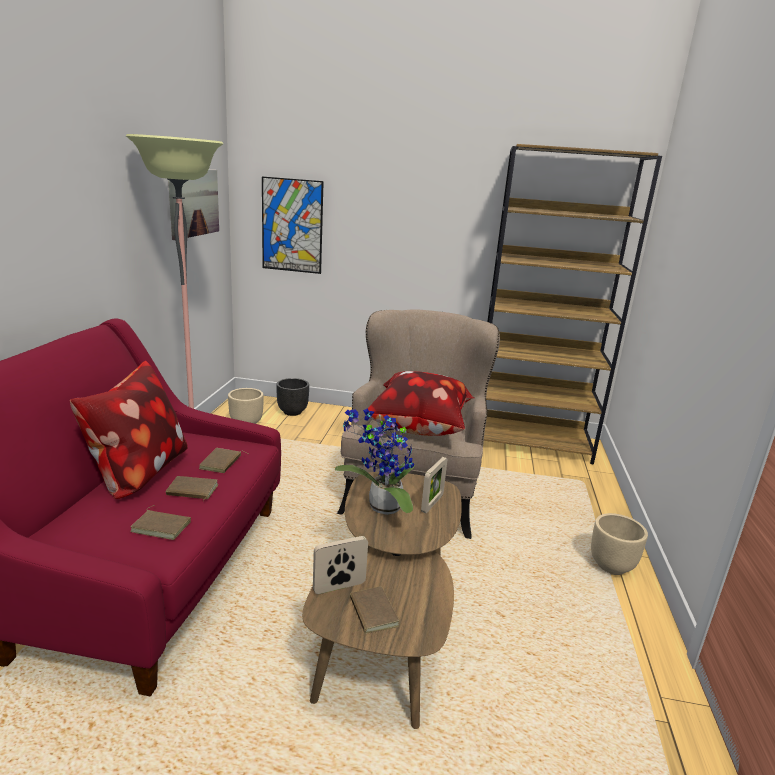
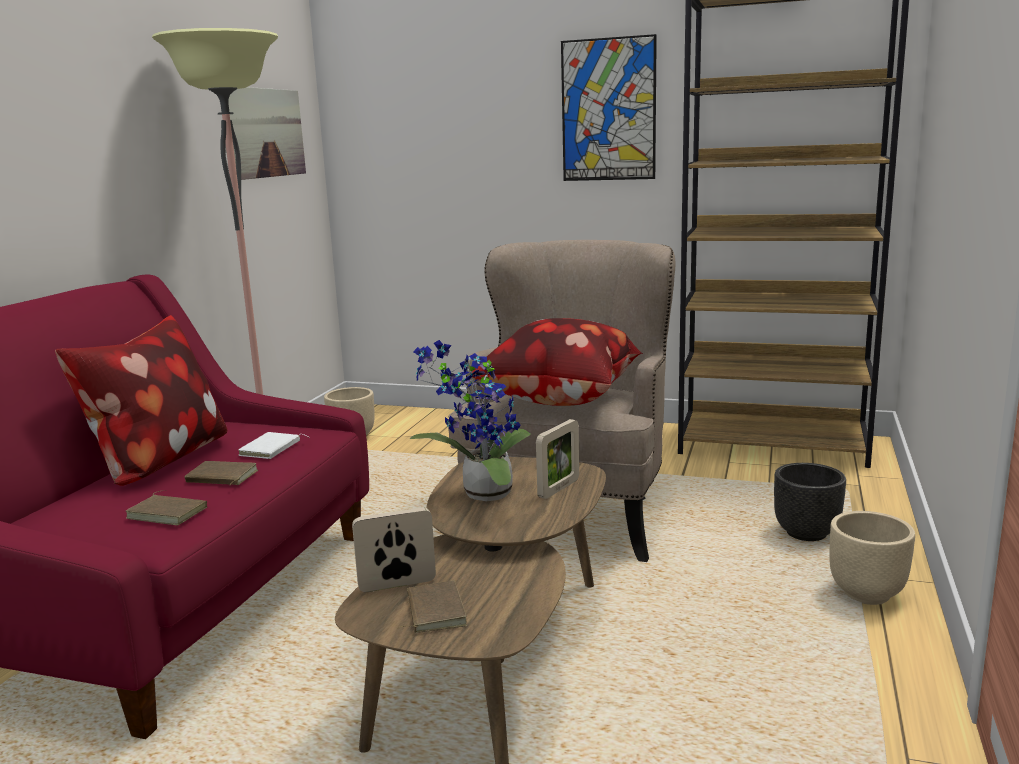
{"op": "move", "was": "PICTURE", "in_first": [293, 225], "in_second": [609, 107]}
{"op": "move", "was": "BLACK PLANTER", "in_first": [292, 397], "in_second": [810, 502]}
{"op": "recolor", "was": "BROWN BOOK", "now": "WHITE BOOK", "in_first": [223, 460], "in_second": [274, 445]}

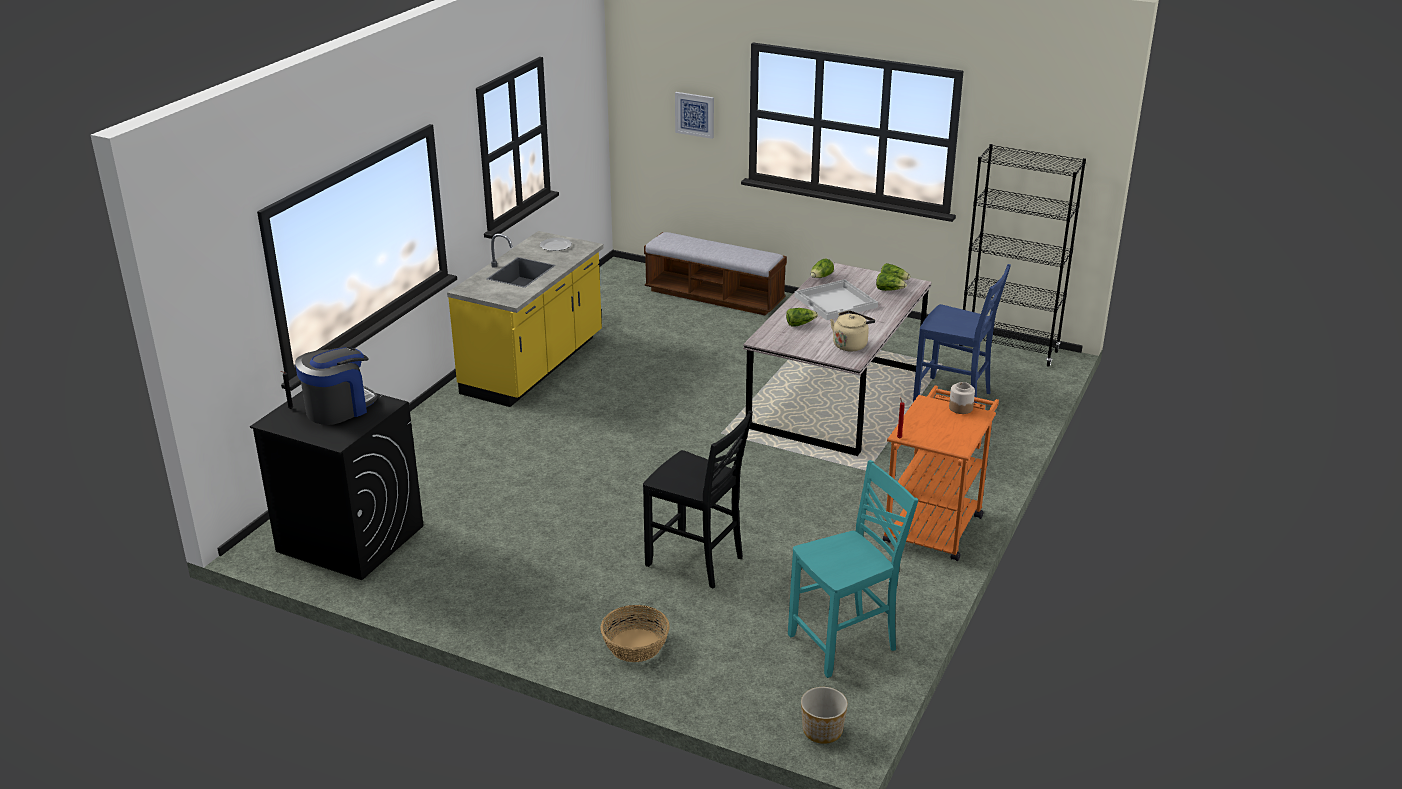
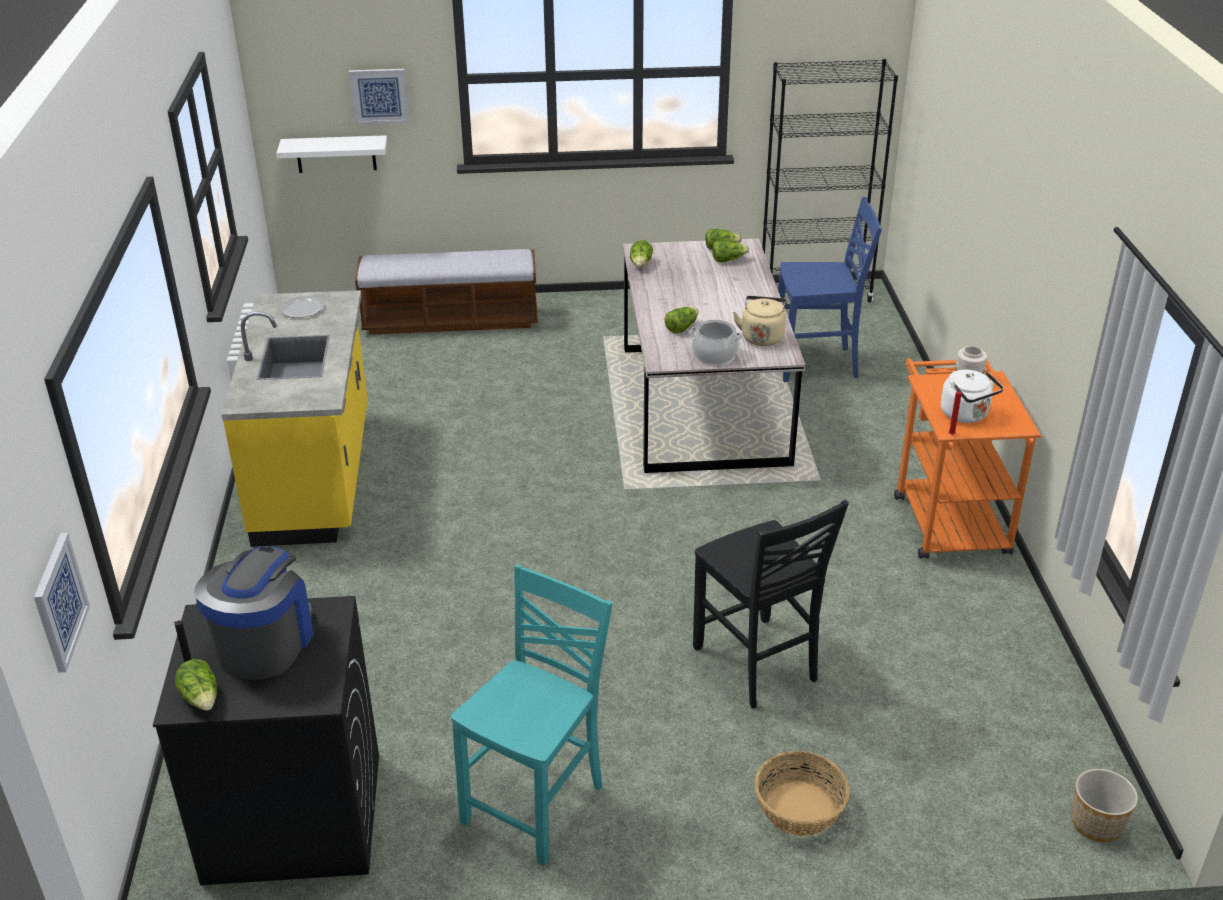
{"op": "delete", "was": "WHITE TRAY", "in_first": [836, 299]}
{"op": "insert", "now": "PICTURE", "in_second": [62, 603]}
{"op": "insert", "now": "LETTUCE", "in_second": [196, 685]}
{"op": "insert", "now": "WHITE SHELF", "in_second": [331, 154]}
{"op": "insert", "now": "COOKING POT", "in_second": [715, 342]}
{"op": "insert", "now": "WHITE KETTLE", "in_second": [972, 396]}
{"op": "move", "was": "TURQUOISE CHAIR", "in_first": [853, 569], "in_second": [532, 715]}
{"op": "rotate", "was": "BLACK CHAIR", "in_first": [698, 500], "in_second": [771, 604], "clockwise": 60}

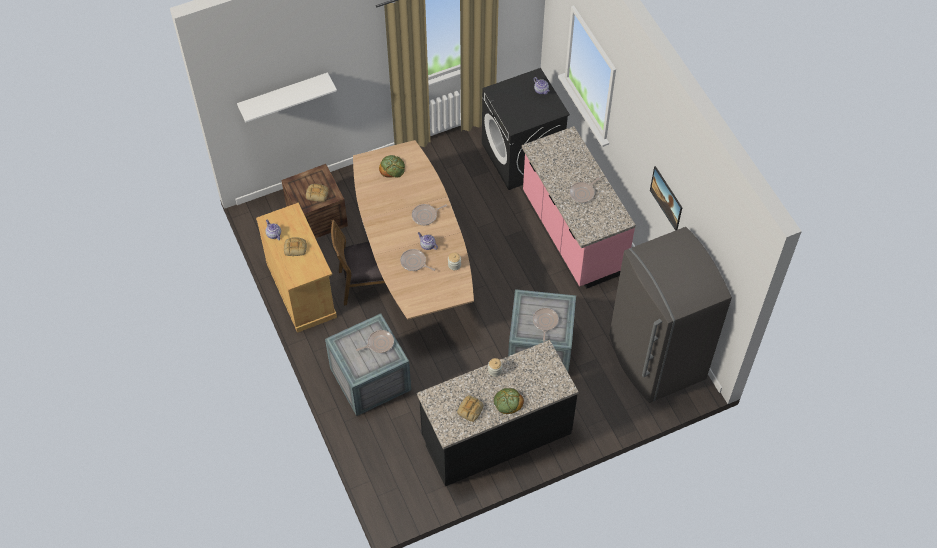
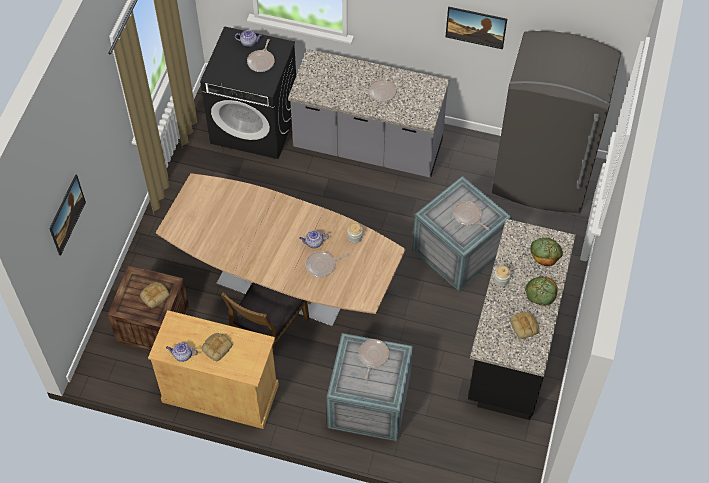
{"op": "move", "was": "BREAD", "in_first": [392, 166], "in_second": [547, 251]}
{"op": "move", "was": "FRYING PAN", "in_first": [429, 214], "in_second": [261, 55]}
{"op": "replace", "was": "WHITE SHELF", "now": "PICTURE", "in_first": [287, 97], "in_second": [67, 214]}
{"op": "recolor", "was": "PINK COUNTER", "now": "GREY COUNTER", "in_first": [579, 207], "in_second": [368, 113]}

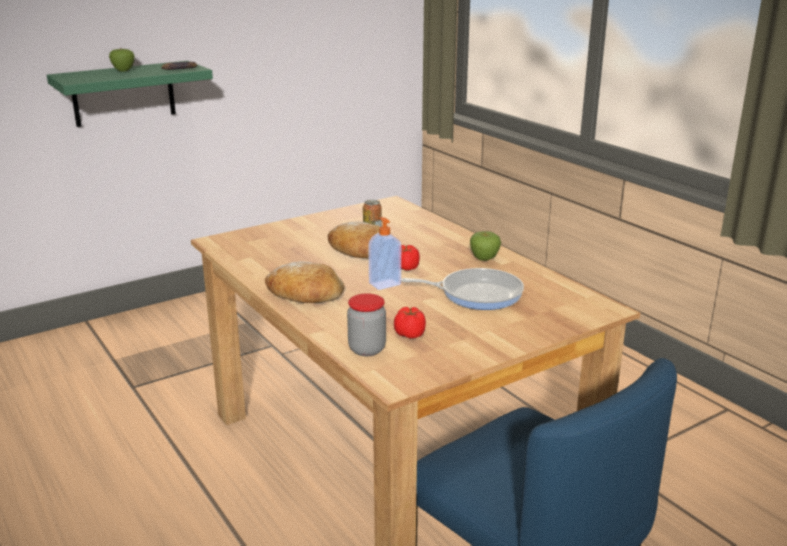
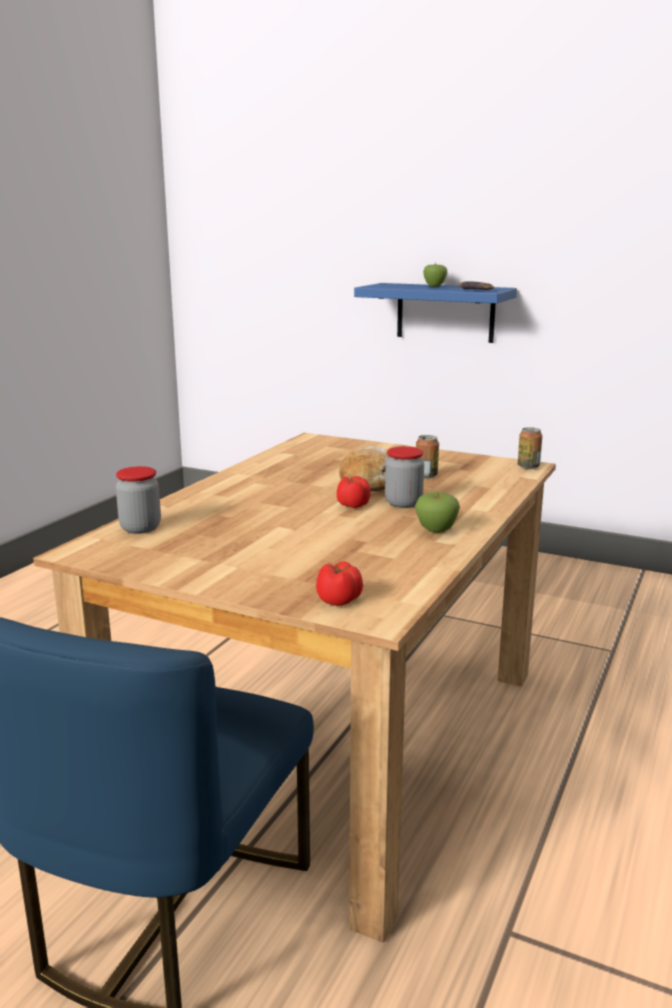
{"op": "delete", "was": "BREAD", "in_first": [304, 282]}
{"op": "delete", "was": "SOAP DISPENSER", "in_first": [384, 253]}
{"op": "delete", "was": "FRYING PAN", "in_first": [462, 289]}
{"op": "insert", "now": "JAR", "in_second": [404, 477]}
{"op": "insert", "now": "CAN", "in_second": [530, 448]}
{"op": "move", "was": "TOMATO", "in_first": [410, 323], "in_second": [339, 583]}
{"op": "recolor", "was": "GREEN SHELF", "now": "BLUE SHELF", "in_first": [130, 94], "in_second": [435, 313]}

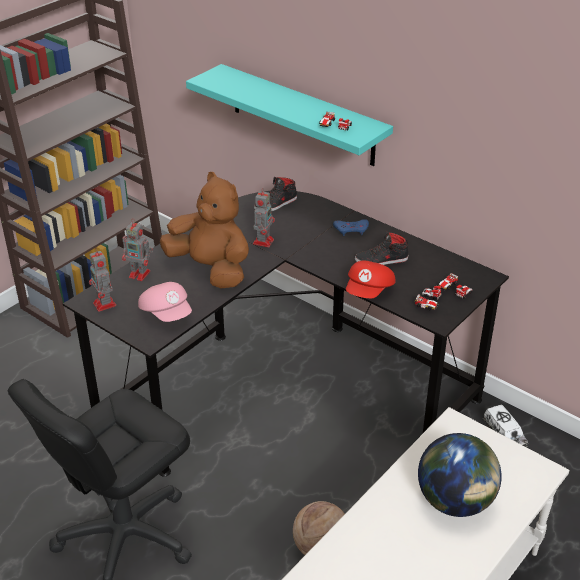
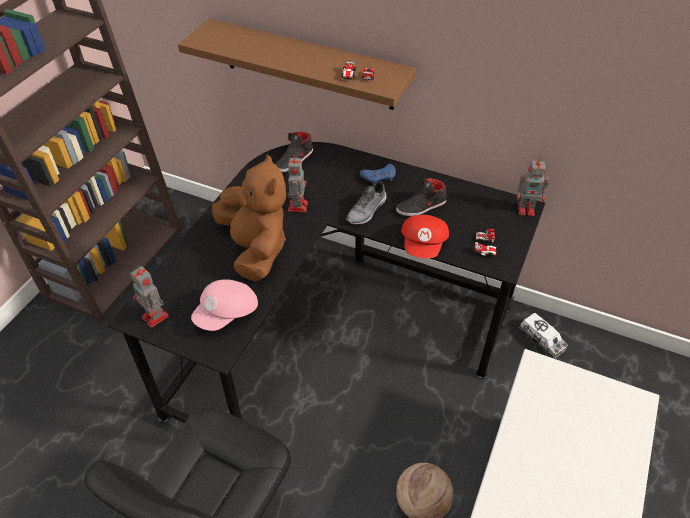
{"op": "delete", "was": "GLOBE", "in_first": [460, 475]}
{"op": "delete", "was": "TOY CAR", "in_first": [456, 286]}
{"op": "insert", "now": "GREY SHOE", "in_second": [366, 203]}
{"op": "move", "was": "TOY ROBOT", "in_first": [137, 250], "in_second": [533, 186]}
{"op": "recolor", "was": "TURQUOISE SHELF", "now": "BROWN SHELF", "in_first": [289, 115], "in_second": [297, 64]}
{"op": "rotate", "was": "PINK CAP", "in_first": [165, 302], "in_second": [224, 305], "clockwise": 90}
{"op": "rotate", "was": "BROWN PLUSH TOY", "in_first": [204, 230], "in_second": [249, 217], "clockwise": 45}

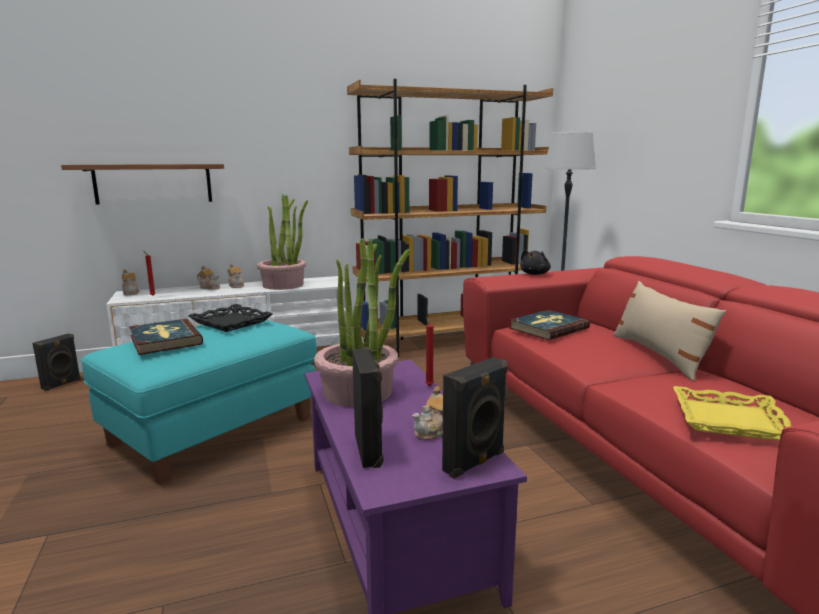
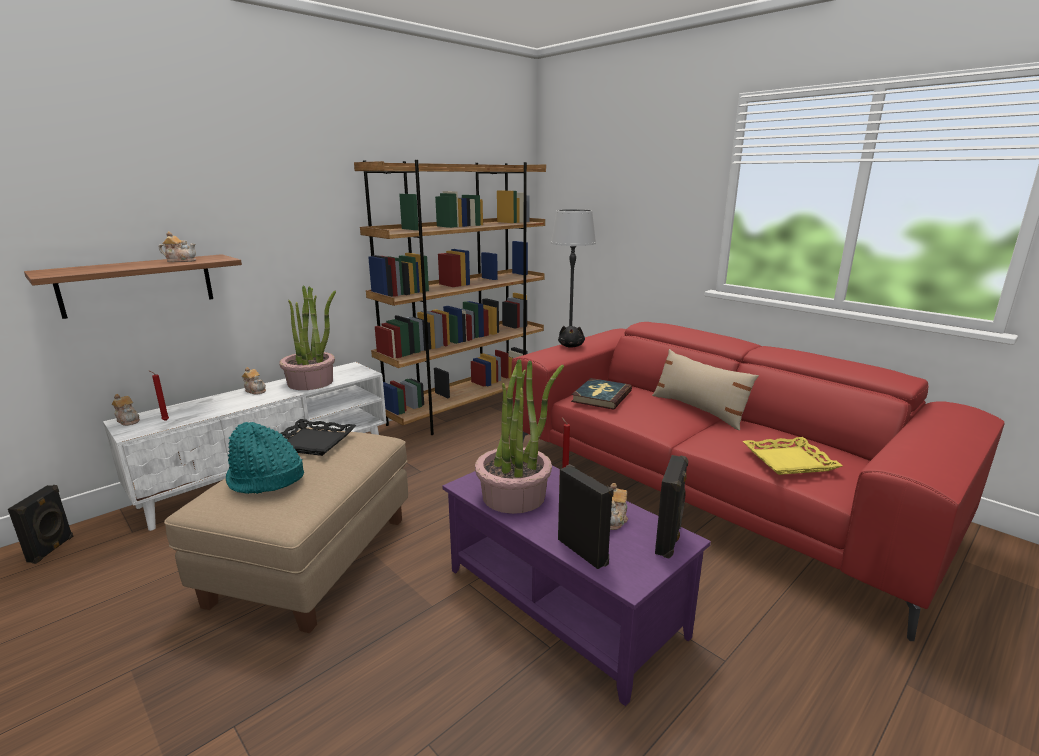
{"op": "move", "was": "TEAPOT", "in_first": [208, 277], "in_second": [177, 246]}
{"op": "replace", "was": "BOOK", "now": "TURQUOISE HAT", "in_first": [166, 337], "in_second": [265, 458]}
{"op": "recolor", "was": "TURQUOISE OTTOMAN", "now": "BEIGE OTTOMAN", "in_first": [198, 400], "in_second": [286, 530]}

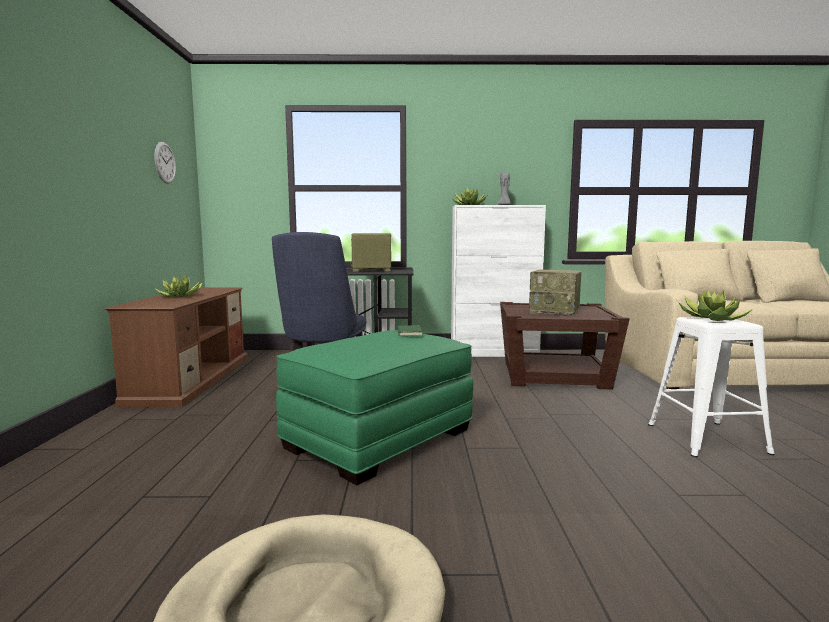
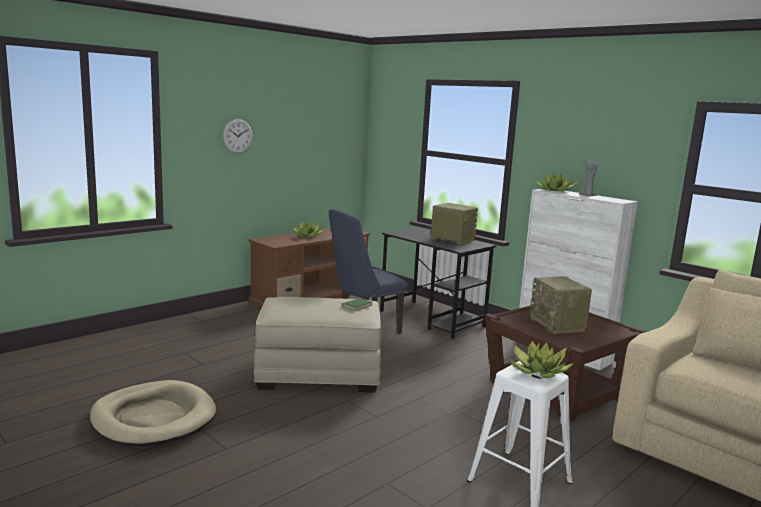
{"op": "move", "was": "WALL CLOCK", "in_first": [165, 163], "in_second": [238, 136]}
{"op": "recolor", "was": "GREEN OTTOMAN", "now": "BEIGE OTTOMAN", "in_first": [374, 407], "in_second": [317, 345]}

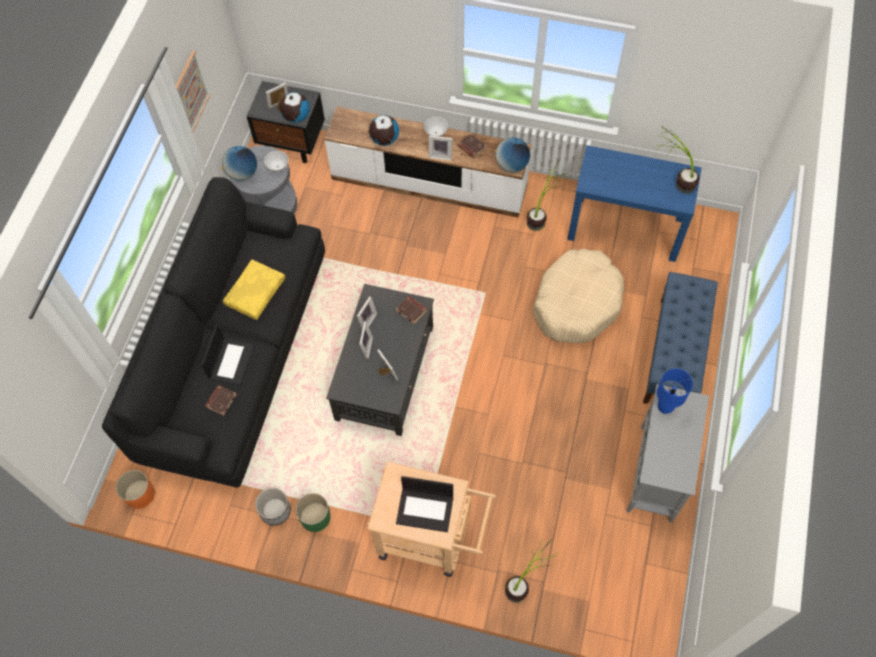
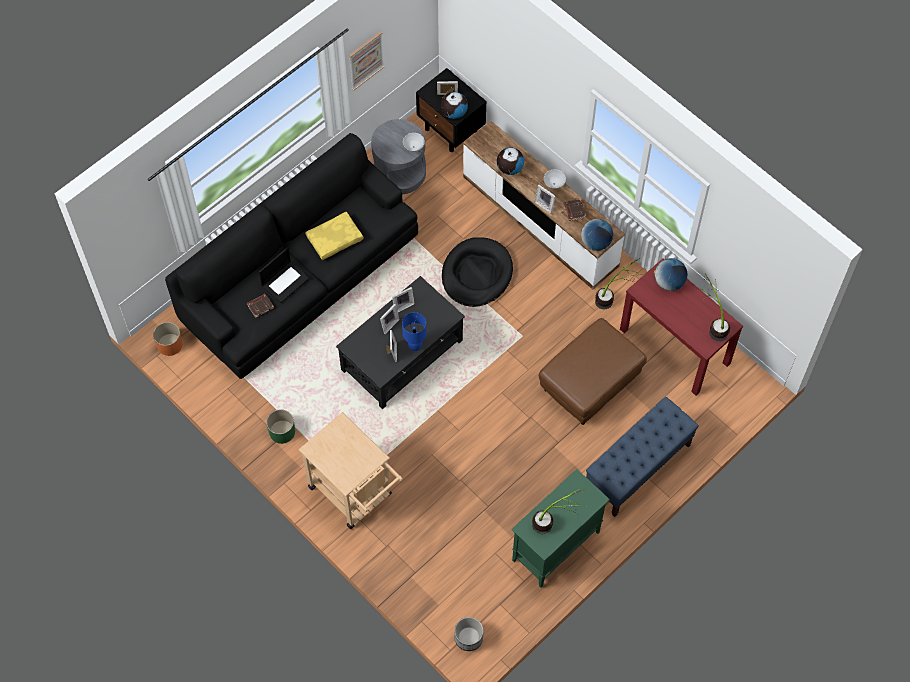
{"op": "delete", "was": "BROWN BOOK", "in_first": [411, 310]}
{"op": "delete", "was": "LAPTOP", "in_first": [424, 504]}
{"op": "insert", "now": "BLACK DOG BED", "in_second": [477, 272]}
{"op": "move", "was": "GLOBE", "in_first": [239, 163], "in_second": [671, 274]}
{"op": "move", "was": "PLANTER", "in_first": [273, 507], "in_second": [468, 634]}
{"op": "move", "was": "POTTED PLANT", "in_first": [531, 570], "in_second": [558, 511]}
{"op": "move", "was": "BLUE TABLE LAMP", "in_first": [675, 391], "in_second": [414, 331]}
{"op": "replace", "was": "BEIGE DOG BED", "now": "BROWN OTTOMAN", "in_first": [578, 295], "in_second": [593, 371]}
{"op": "recolor", "was": "BLUE CONSOLE TABLE", "now": "RED CONSOLE TABLE", "in_first": [634, 203], "in_second": [681, 327]}
{"op": "recolor", "was": "GREY CABINET", "now": "GREEN CABINET", "in_first": [667, 453], "in_second": [560, 528]}

